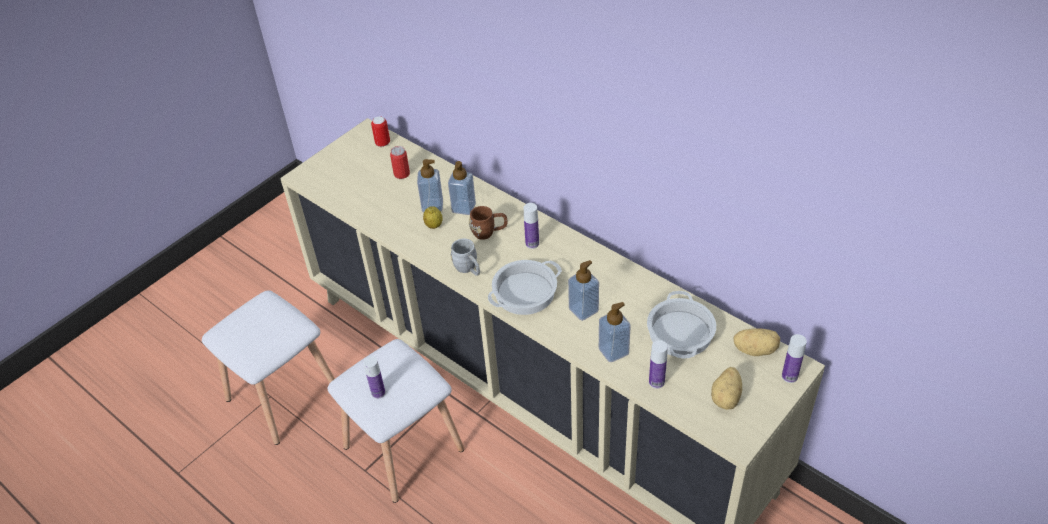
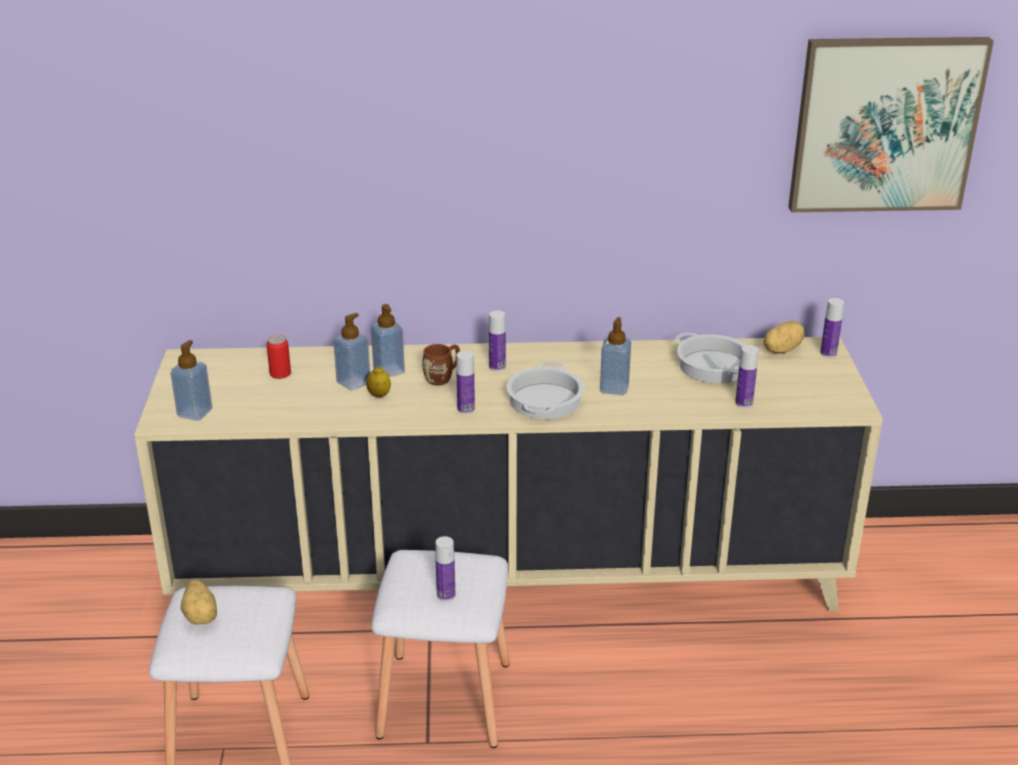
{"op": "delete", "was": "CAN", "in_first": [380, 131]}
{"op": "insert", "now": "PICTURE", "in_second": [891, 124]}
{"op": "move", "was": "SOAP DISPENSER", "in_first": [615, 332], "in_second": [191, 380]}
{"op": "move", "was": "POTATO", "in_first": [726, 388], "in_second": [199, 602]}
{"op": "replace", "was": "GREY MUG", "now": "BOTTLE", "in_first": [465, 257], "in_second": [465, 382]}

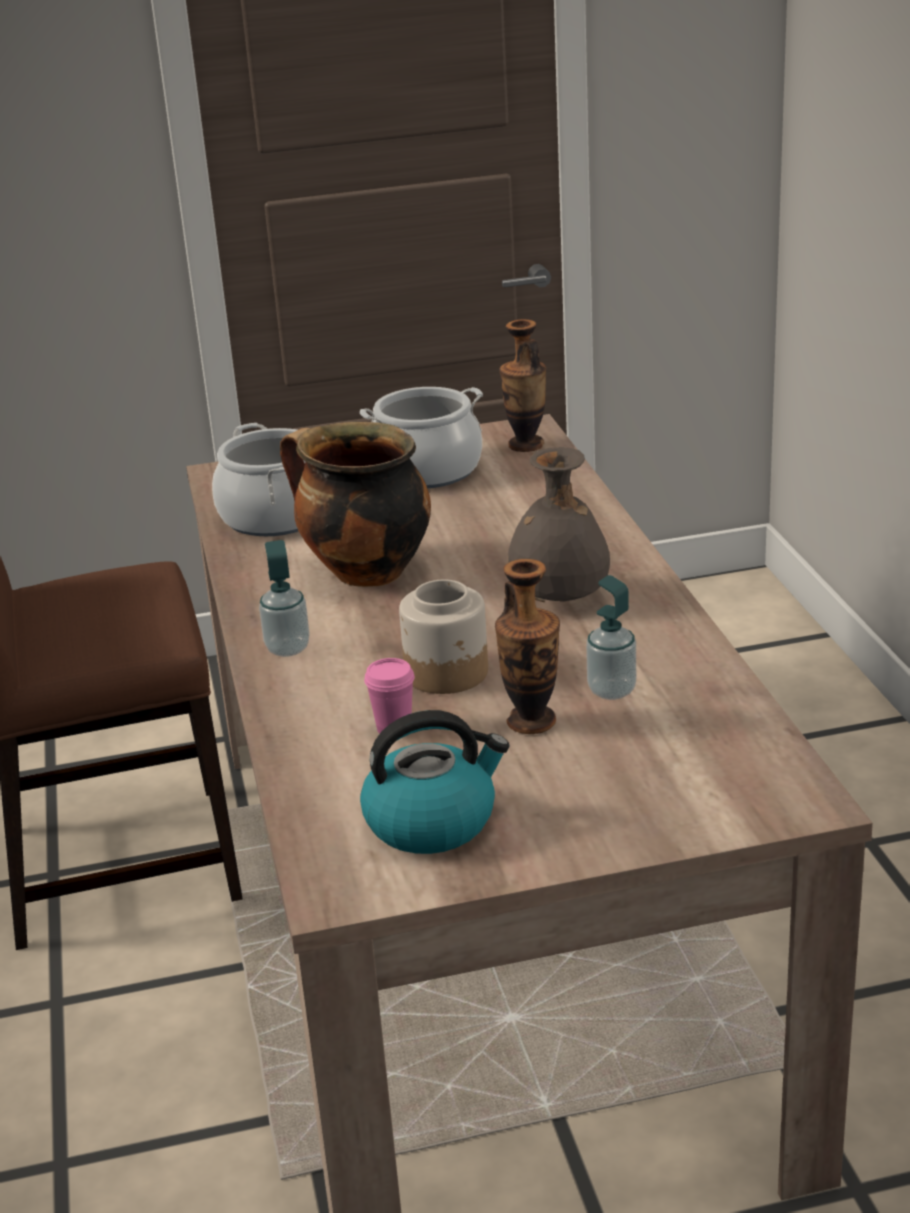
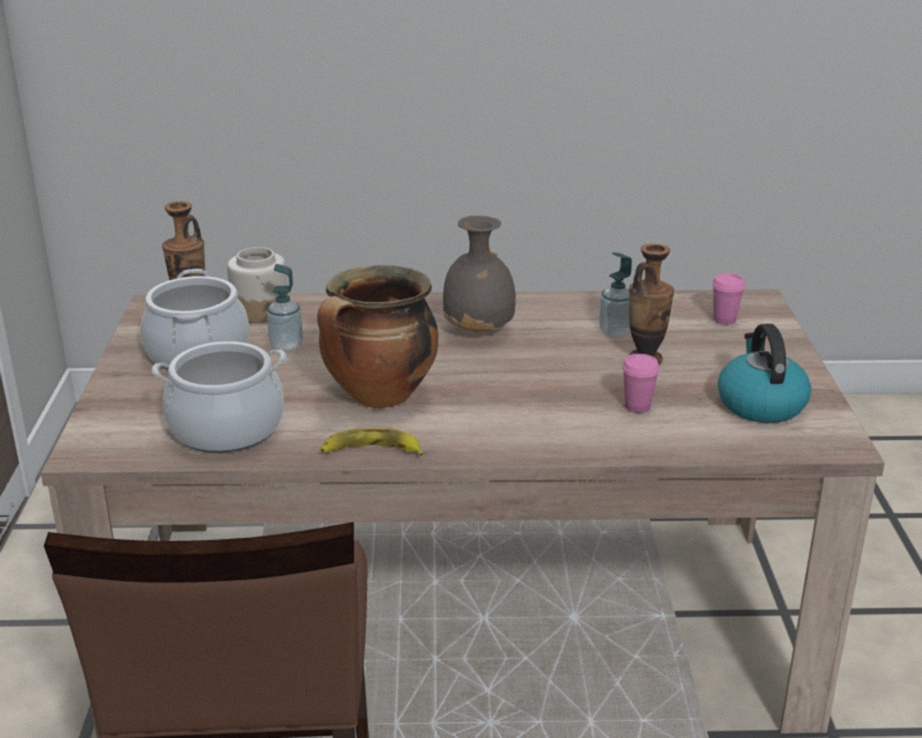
{"op": "insert", "now": "BANANA", "in_second": [372, 442]}
{"op": "insert", "now": "PINK CUP", "in_second": [728, 299]}
{"op": "move", "was": "SOAP DISPENSER", "in_first": [284, 598], "in_second": [285, 308]}
{"op": "move", "was": "JAR", "in_first": [443, 637], "in_second": [257, 285]}

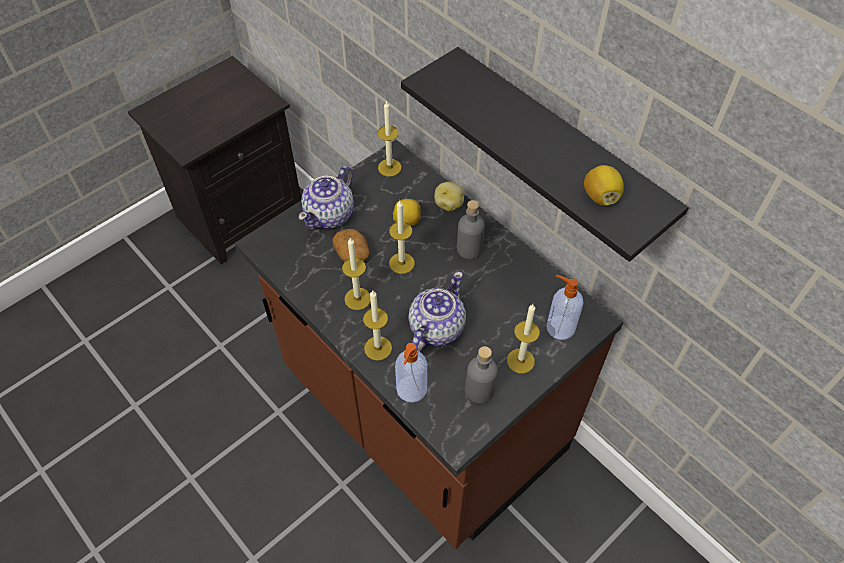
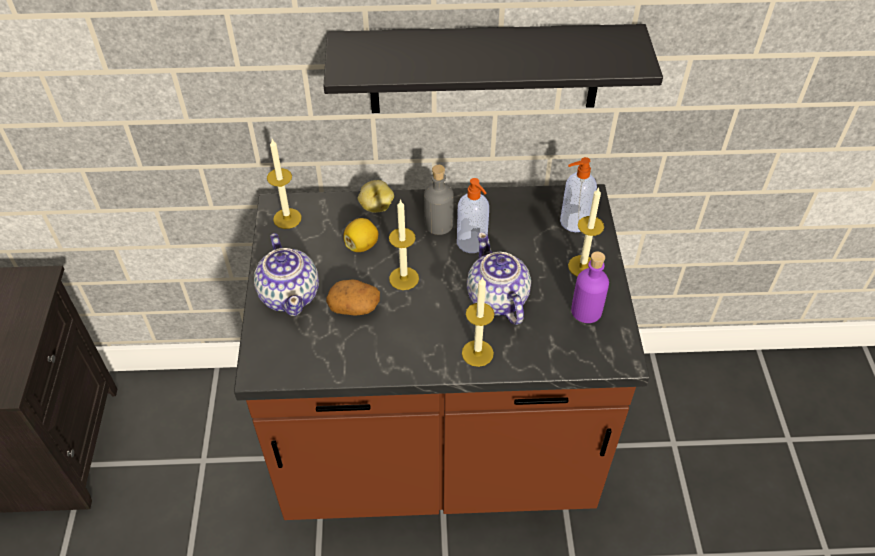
{"op": "delete", "was": "CANDLE", "in_first": [356, 274]}
{"op": "delete", "was": "LEMON", "in_first": [604, 185]}
{"op": "move", "was": "SOAP DISPENSER", "in_first": [411, 373], "in_second": [473, 215]}
{"op": "recolor", "was": "GREY BOTTLE", "now": "PURPLE BOTTLE", "in_first": [481, 374], "in_second": [590, 287]}

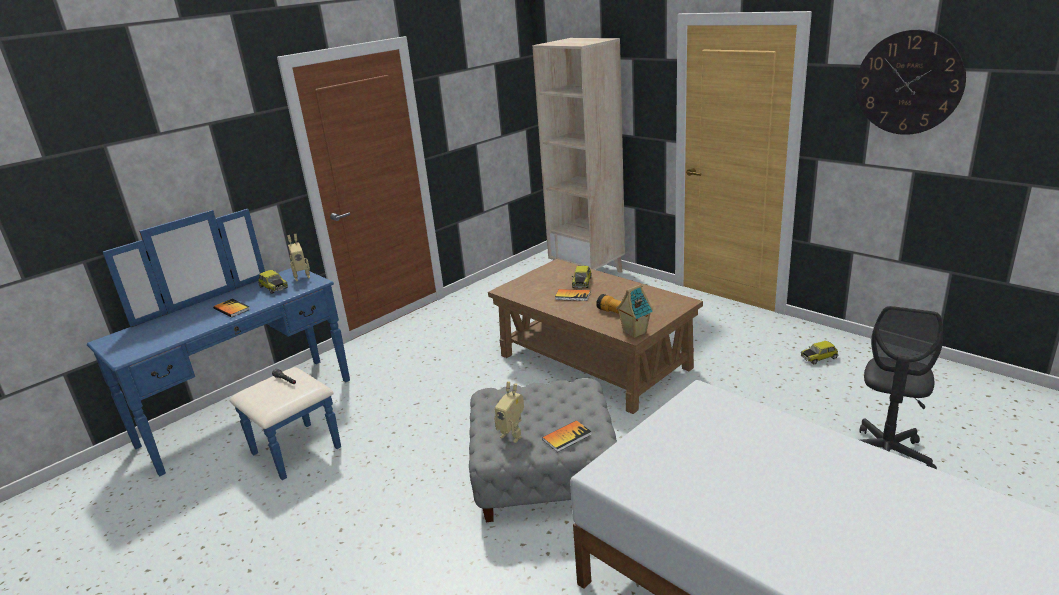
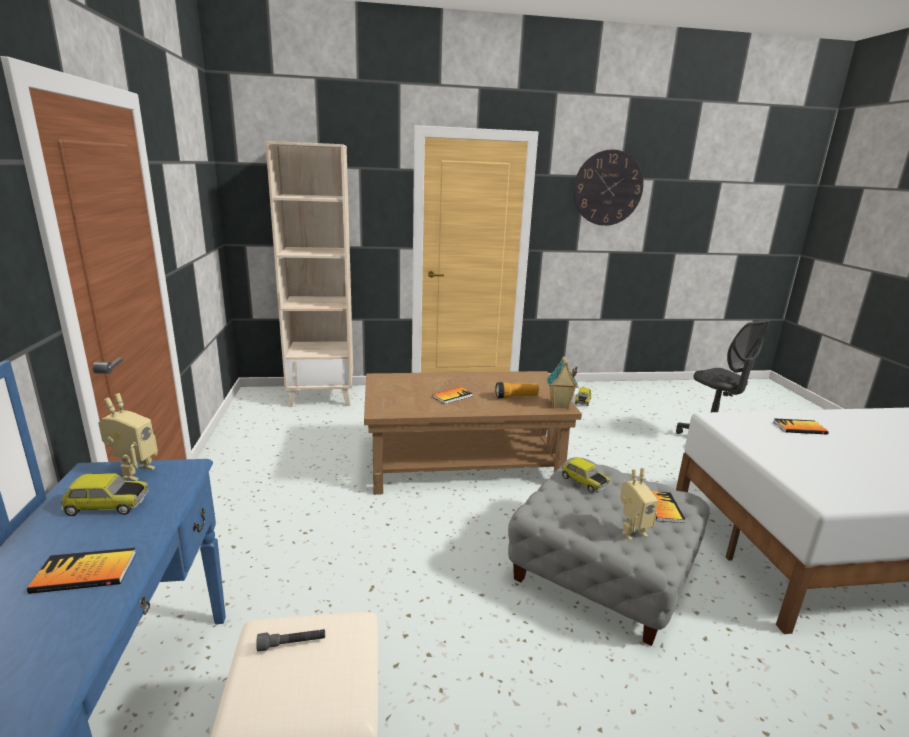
{"op": "insert", "now": "BOOK", "in_second": [801, 426]}
{"op": "move", "was": "TOY CAR", "in_first": [582, 277], "in_second": [585, 475]}

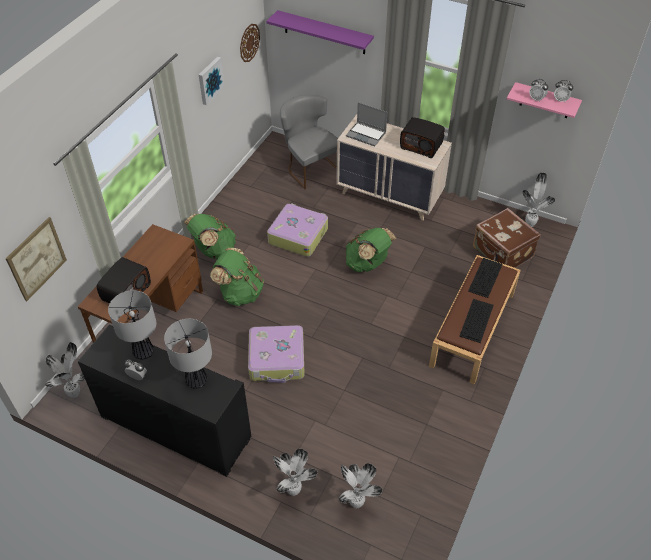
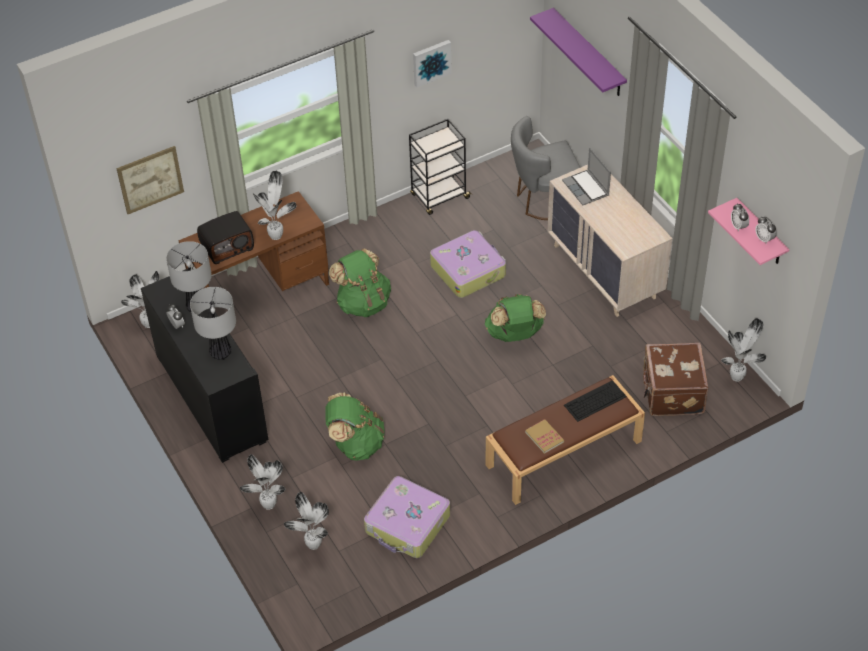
{"op": "delete", "was": "WALL CLOCK", "in_first": [250, 43]}
{"op": "delete", "was": "RADIO", "in_first": [422, 137]}
{"op": "insert", "now": "POTTED PLANT", "in_second": [274, 205]}
{"op": "insert", "now": "BLACK CART", "in_second": [440, 167]}
{"op": "move", "was": "GREEN BACKPACK", "in_first": [210, 236], "in_second": [354, 426]}
{"op": "move", "was": "SUITCASE", "in_first": [276, 354], "in_second": [407, 517]}
{"op": "replace", "was": "KEYBOARD", "now": "BOOK", "in_first": [476, 321], "in_second": [544, 436]}
{"op": "rotate", "was": "GREY CHAIR", "in_first": [309, 142], "in_second": [545, 168], "clockwise": -105}

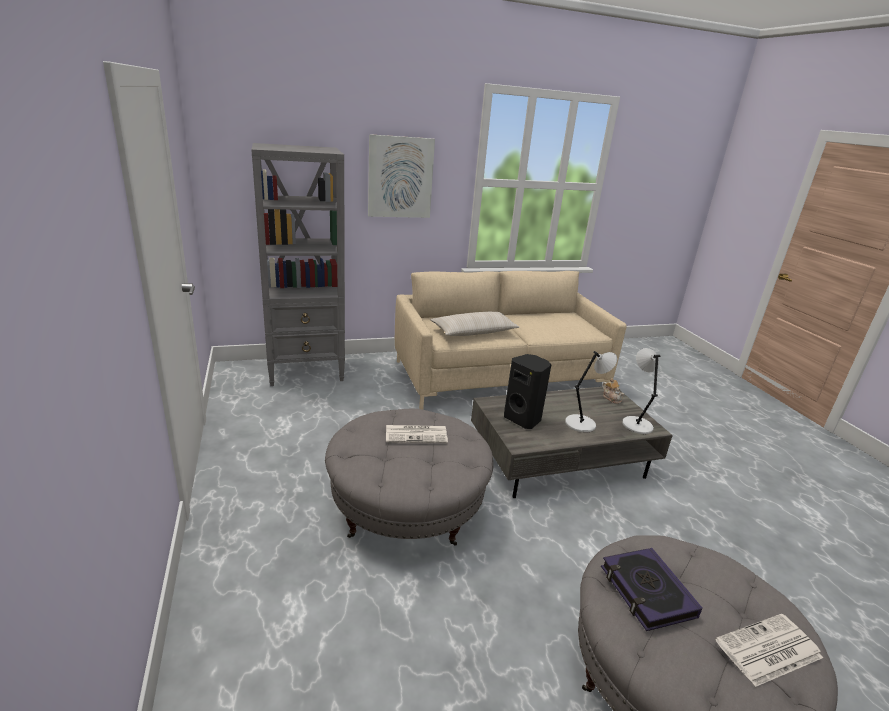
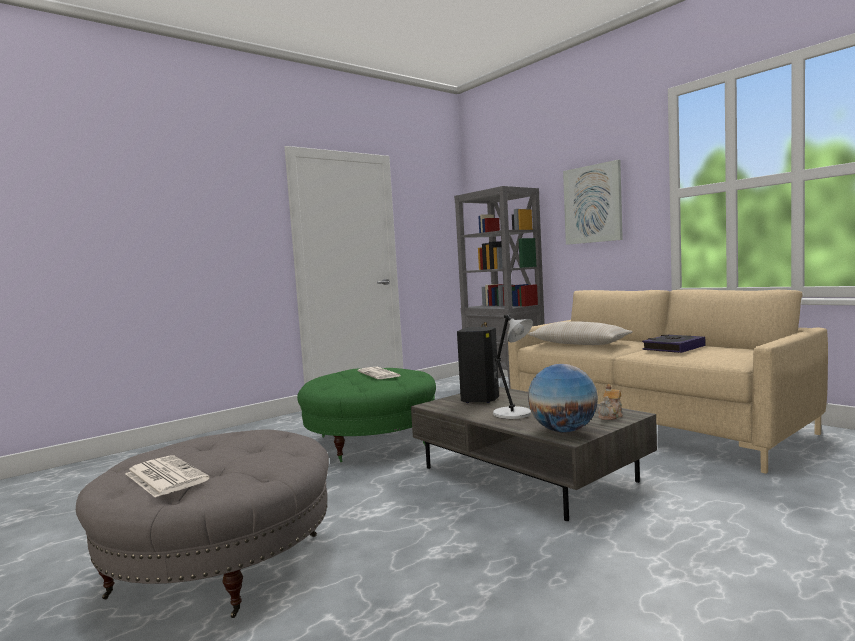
{"op": "move", "was": "BOOK", "in_first": [652, 589], "in_second": [674, 344]}
{"op": "replace", "was": "GREY TABLE LAMP", "now": "GLOBE", "in_first": [641, 391], "in_second": [563, 398]}
{"op": "recolor", "was": "GREY OTTOMAN", "now": "GREEN OTTOMAN", "in_first": [409, 477], "in_second": [366, 415]}

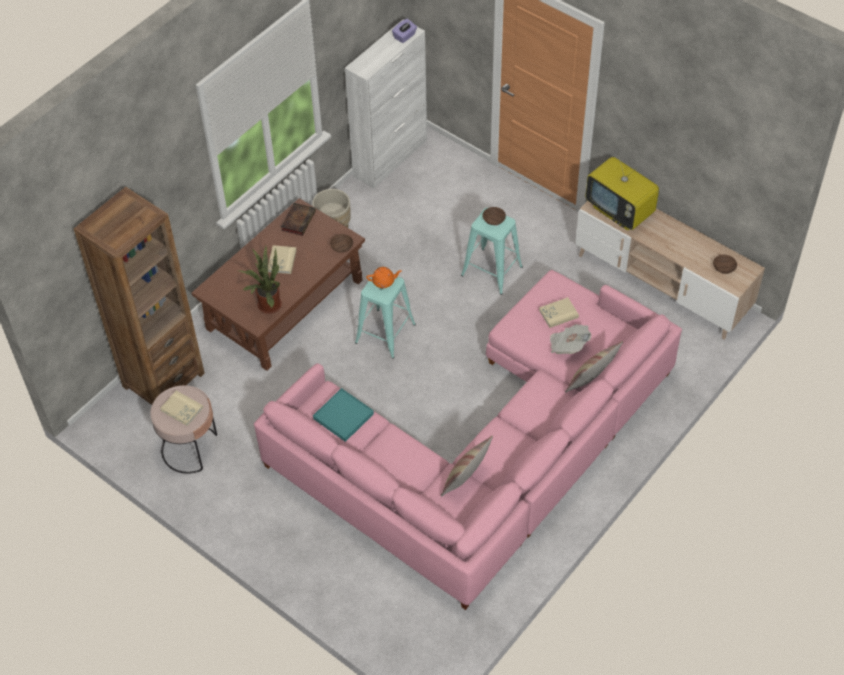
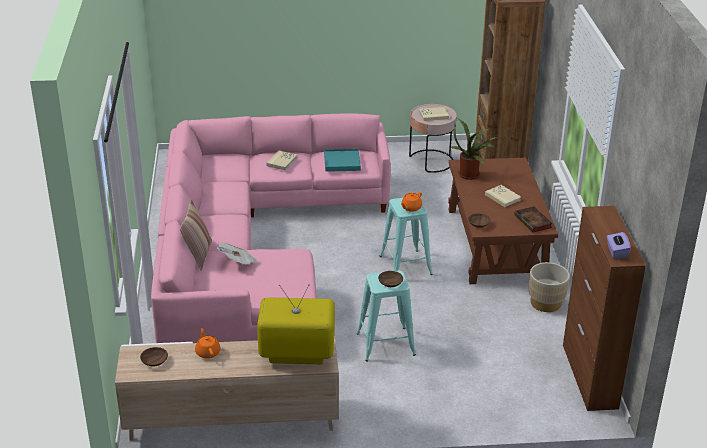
{"op": "delete", "was": "PILLOW", "in_first": [467, 466]}
{"op": "insert", "now": "ORANGE TEAPOT", "in_second": [207, 343]}
{"op": "move", "was": "BEIGE BOOK", "in_first": [559, 312], "in_second": [282, 160]}
{"op": "recolor", "was": "WHITE CABINET", "now": "BROWN CABINET", "in_first": [386, 104], "in_second": [604, 308]}

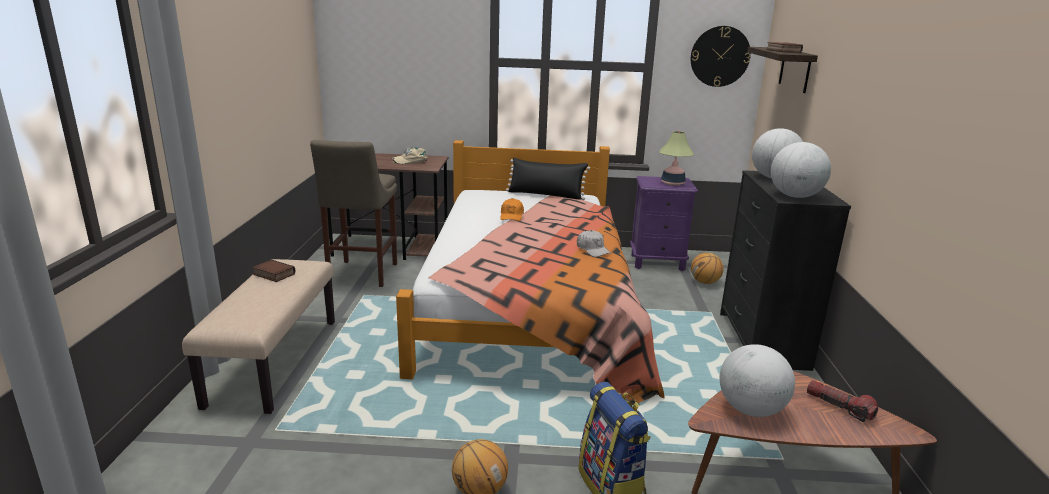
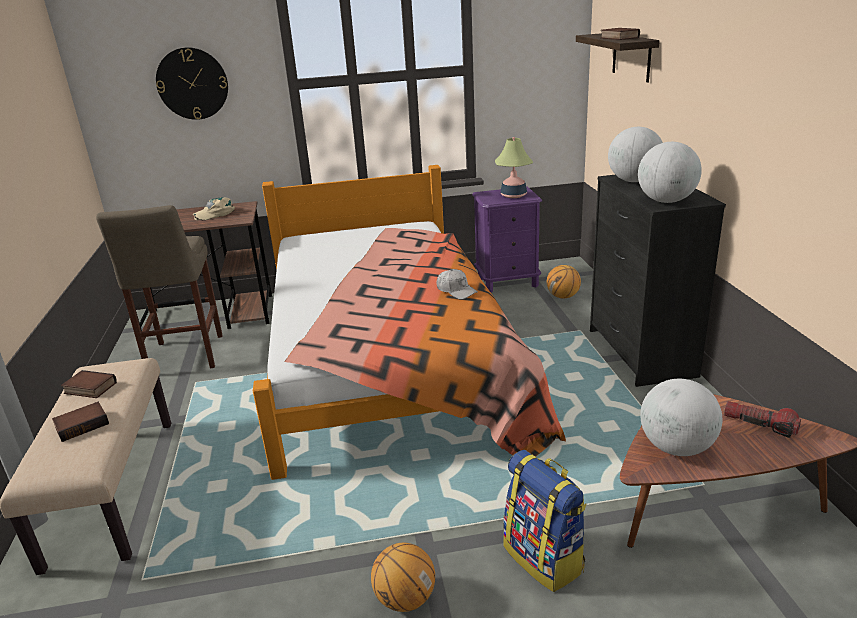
{"op": "delete", "was": "ORANGE CAP", "in_first": [512, 209]}
{"op": "delete", "was": "BLACK PILLOW", "in_first": [548, 178]}
{"op": "insert", "now": "BOOK", "in_second": [80, 422]}
{"op": "move", "was": "WALL CLOCK", "in_first": [721, 56], "in_second": [192, 83]}

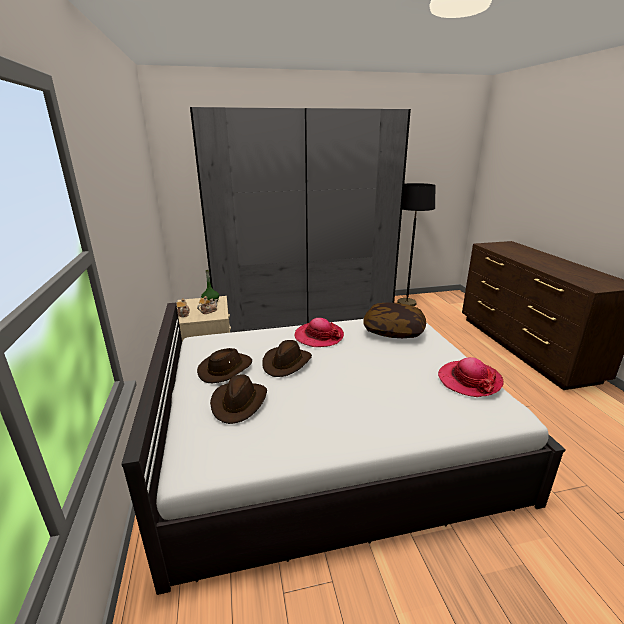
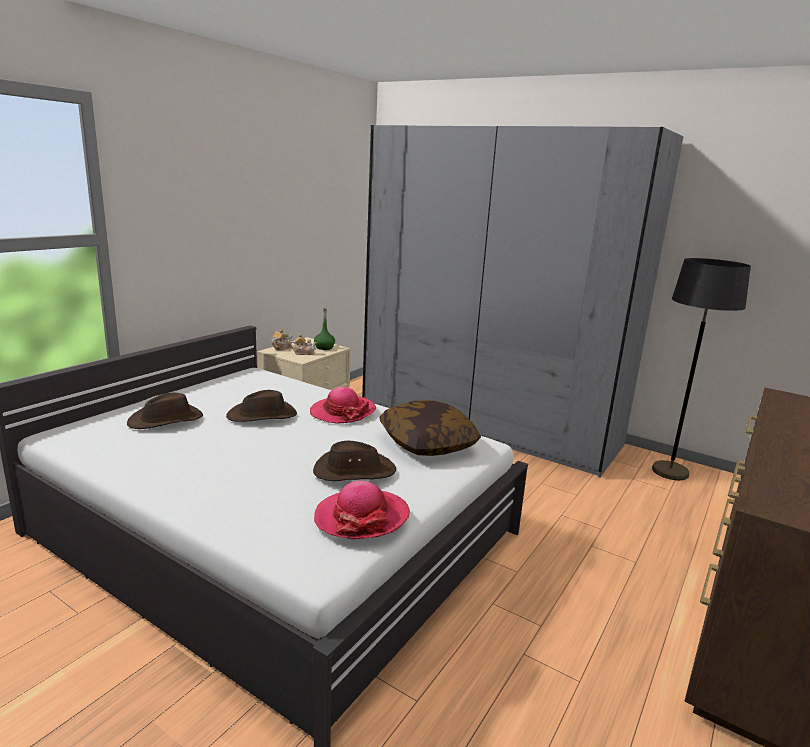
{"op": "move", "was": "BROWN HAT", "in_first": [224, 365], "in_second": [354, 461]}

